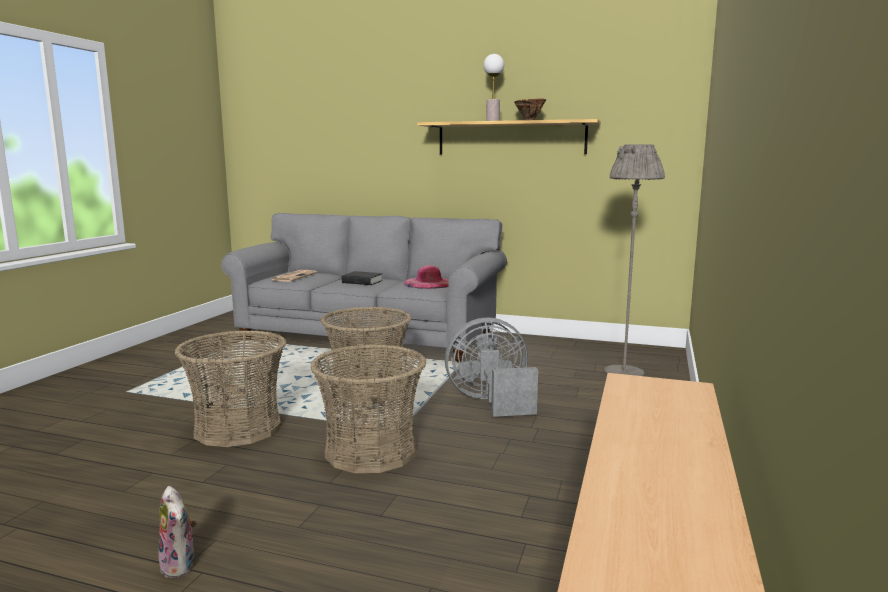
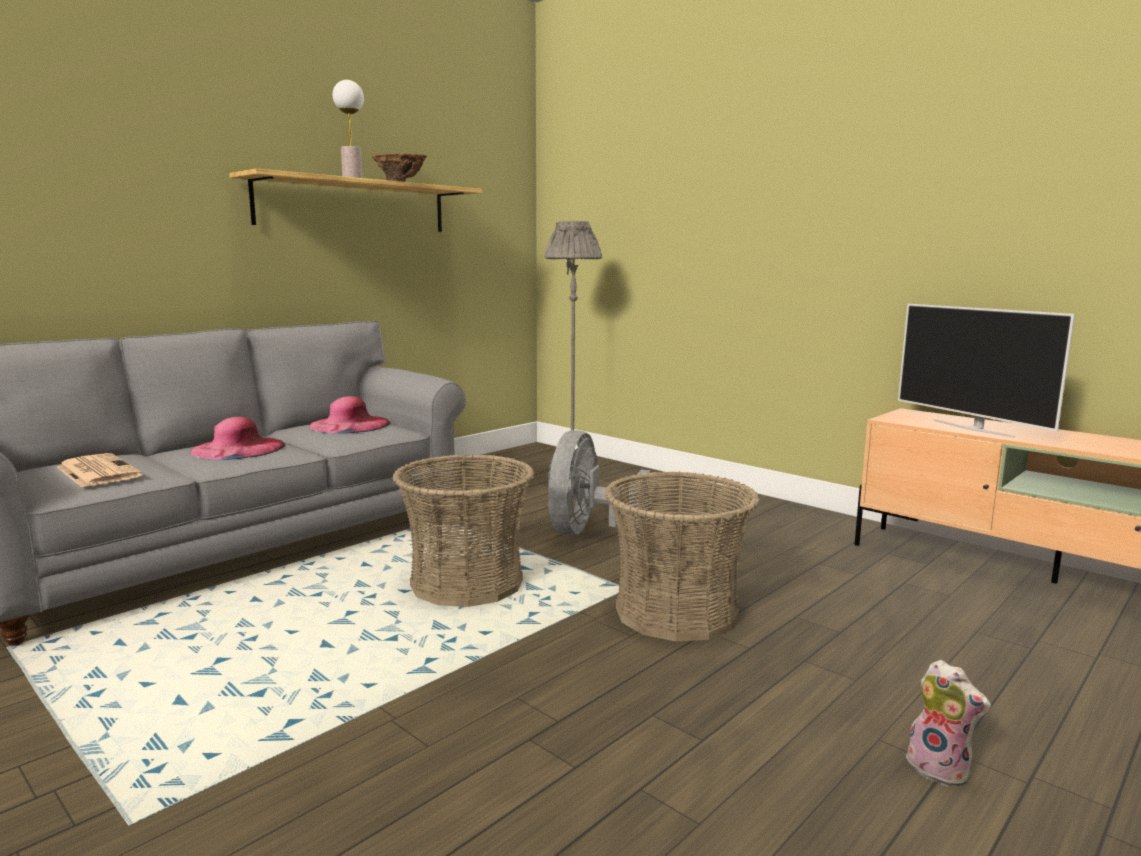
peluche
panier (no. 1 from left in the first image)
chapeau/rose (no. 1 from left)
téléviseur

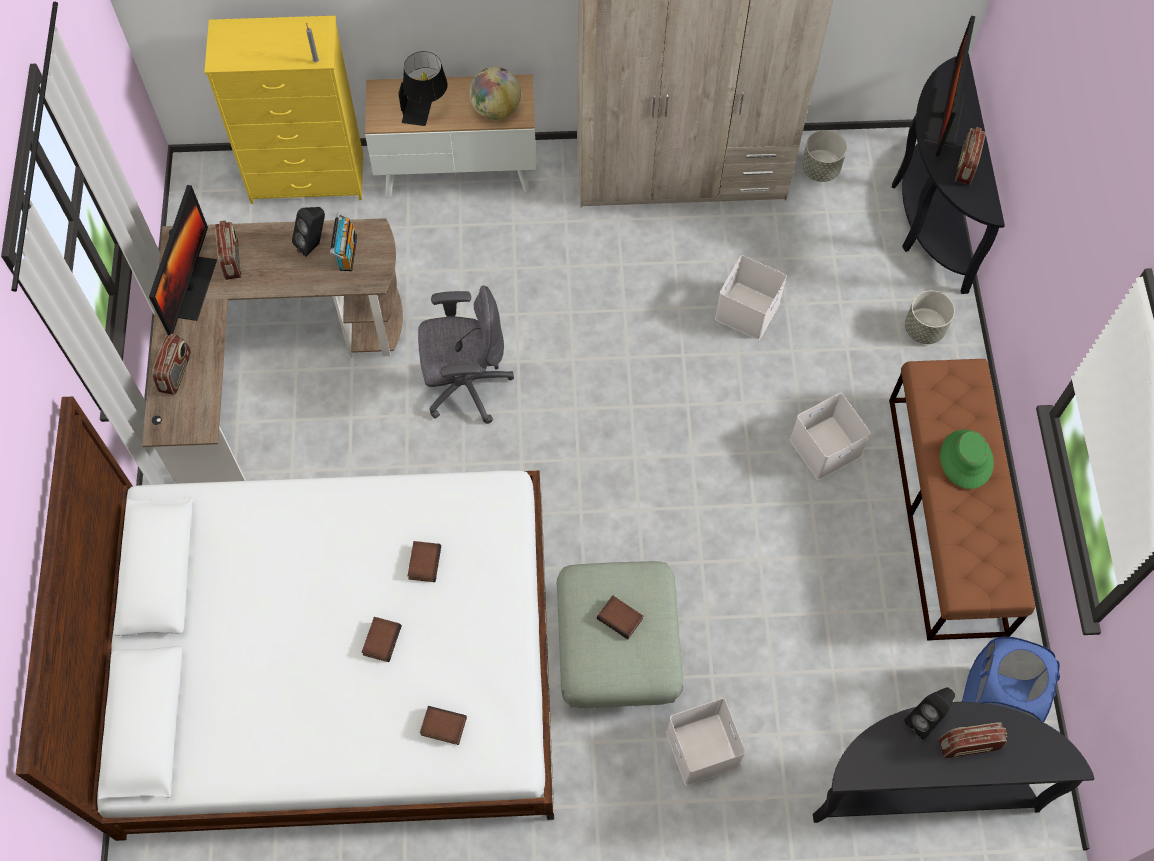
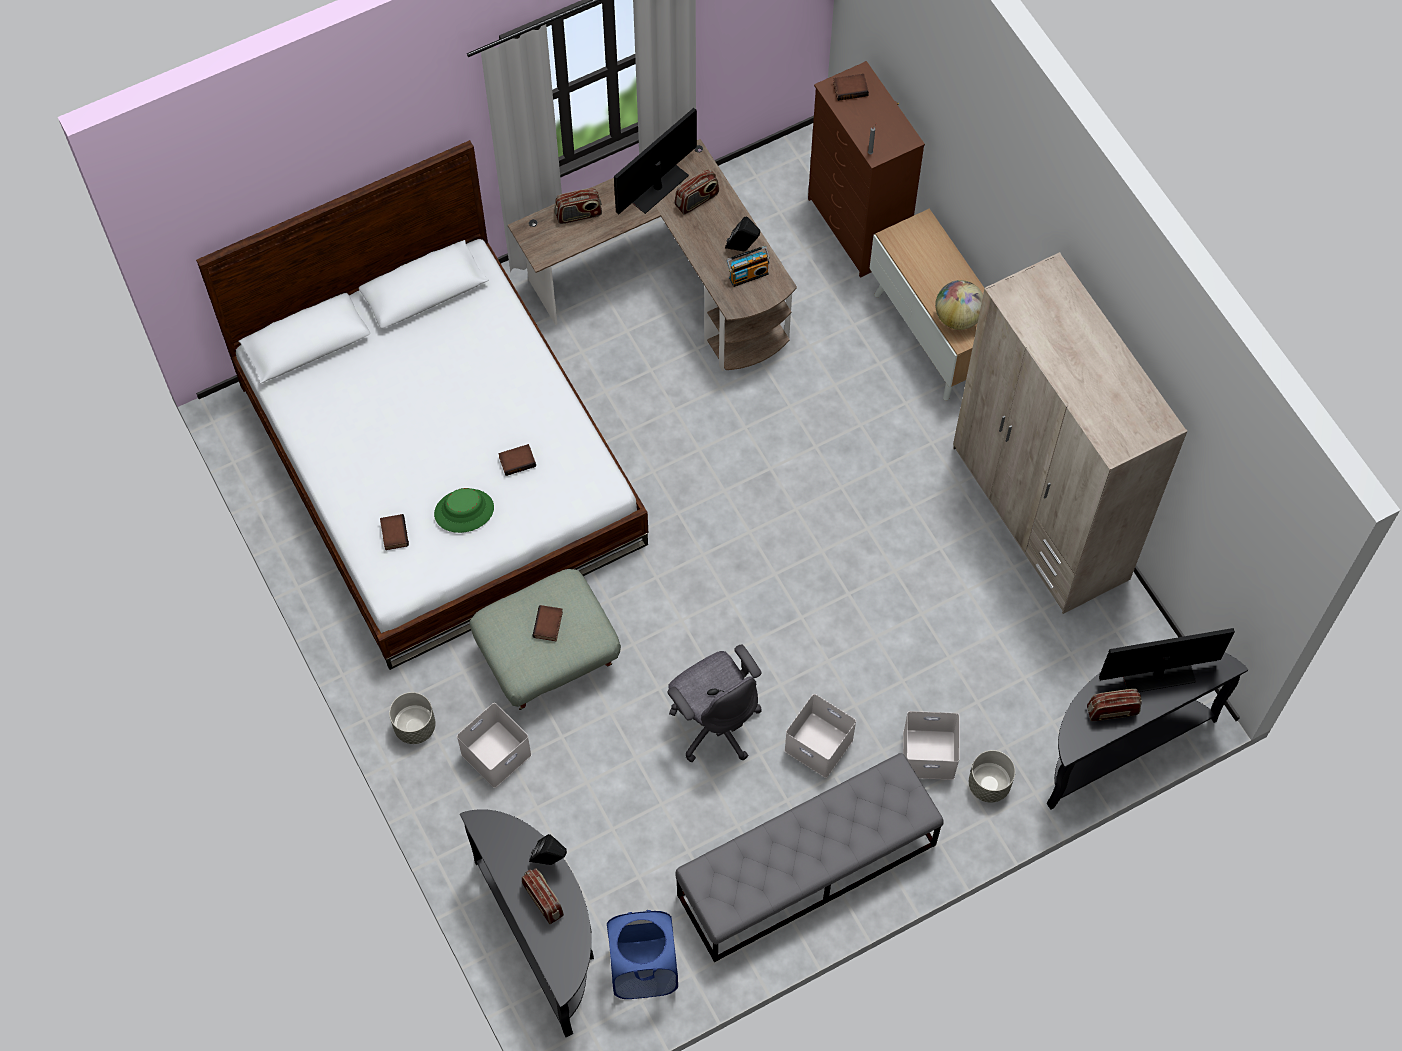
écran d'ordinateur (no. 1 from left)
commode/marron
livre (no. 4 from left)
lampe de table/noir
chaise de bureau/gris
boîte de rangement/blanc (no. 3 from left)
cache-pot/gris (no. 1 from left)
banc/gris
chapeau/vert

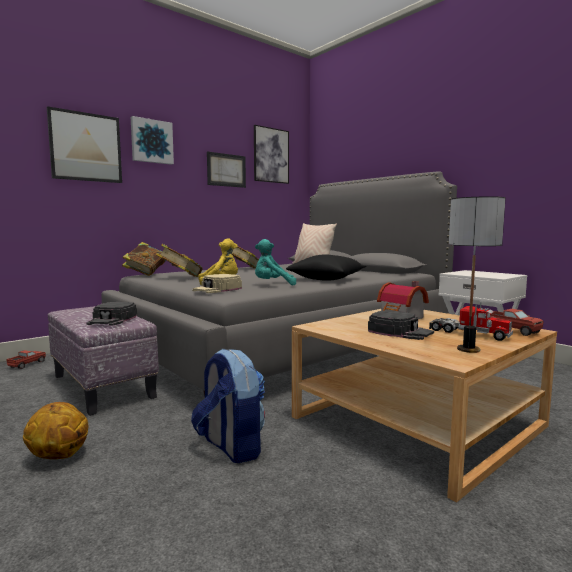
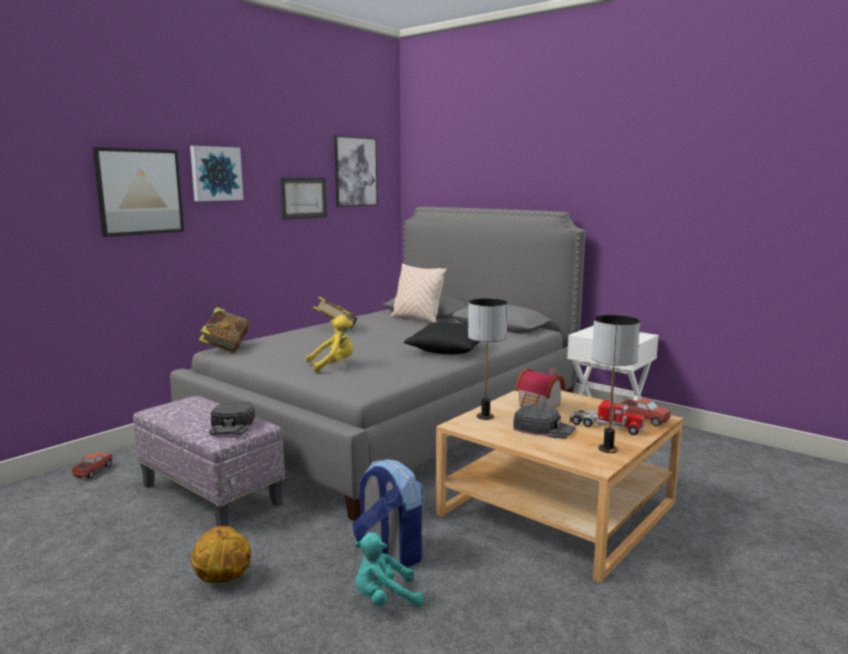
livre (no. 2 from left in the first image)
casquette/beige
peluche/turquoise
lampe de table (no. 1 from left)

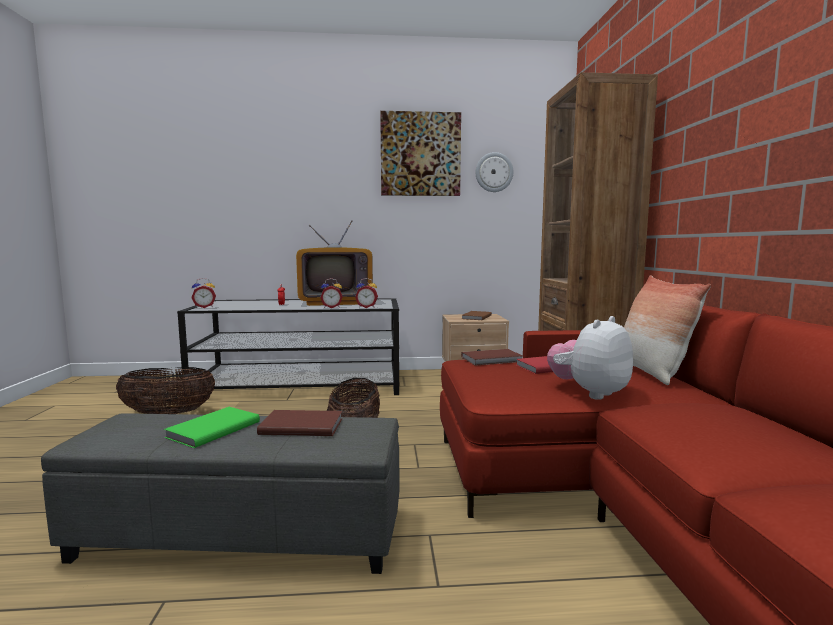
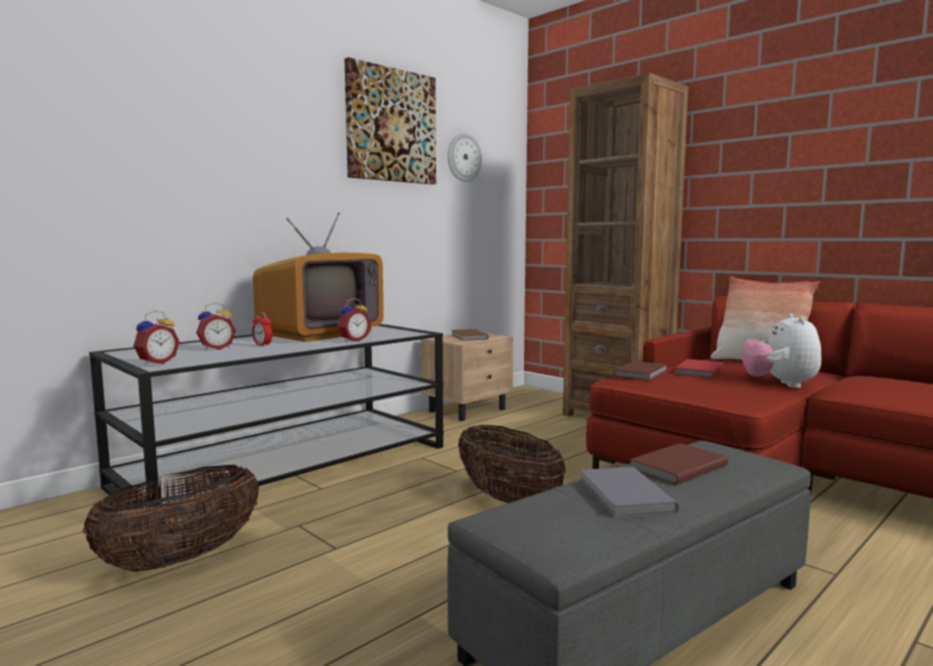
livre/gris
réveil (no. 2 from left)

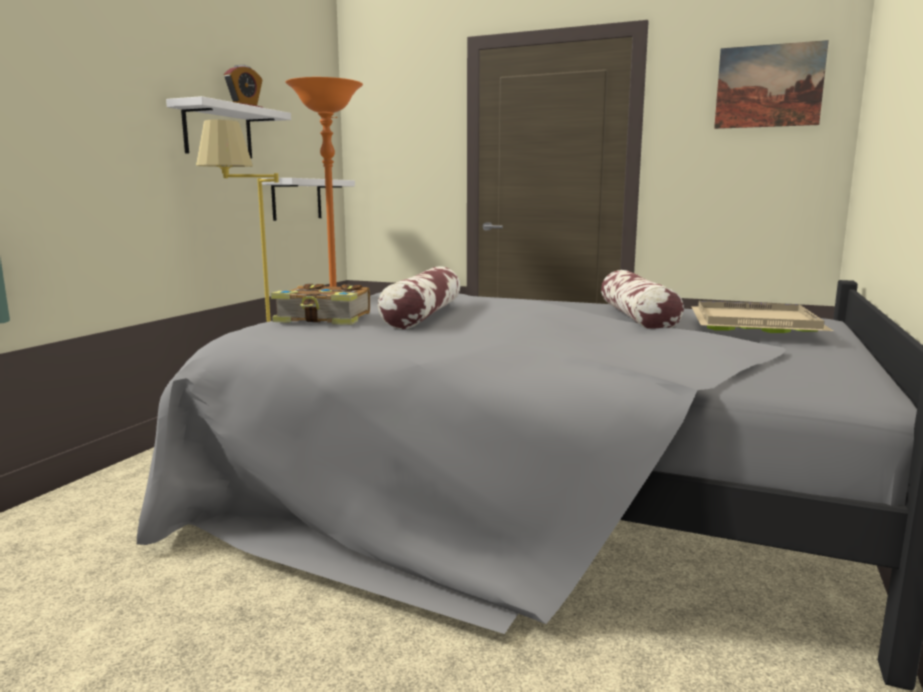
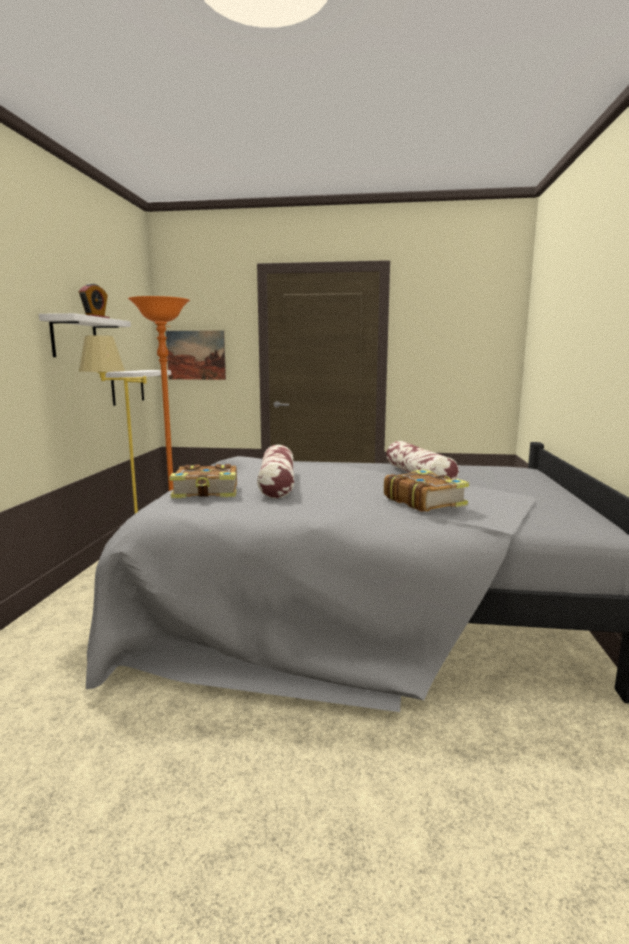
plateau/beige
tableau
livre (no. 2 from left)

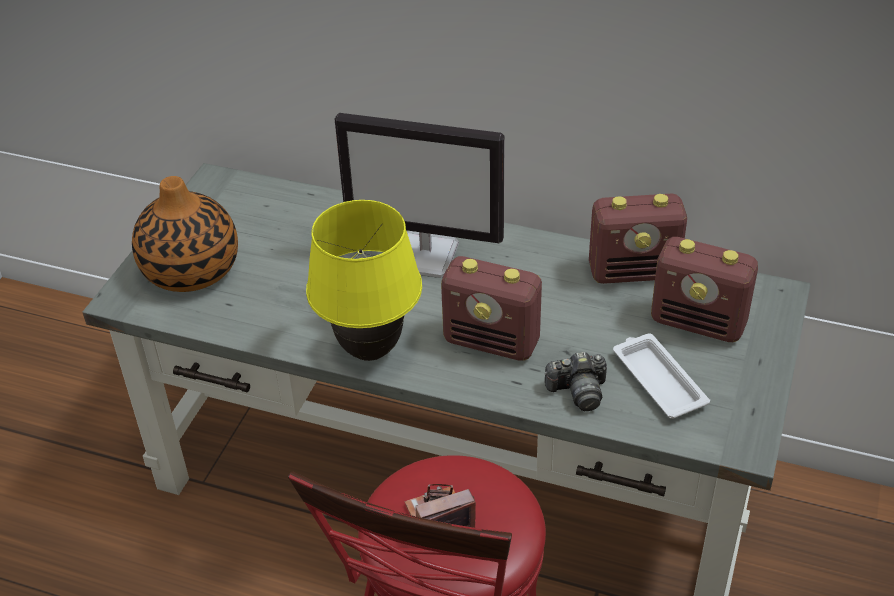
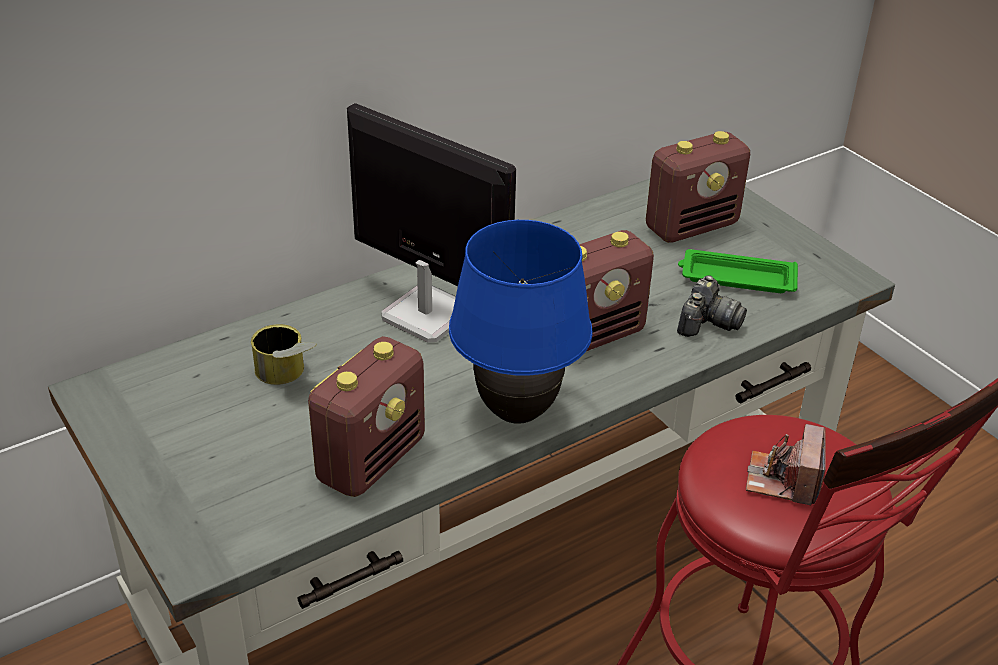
vase
lampe de table/bleu
écran d'ordinateur
radio (no. 1 from left)
plateau/vert
boîte métallique

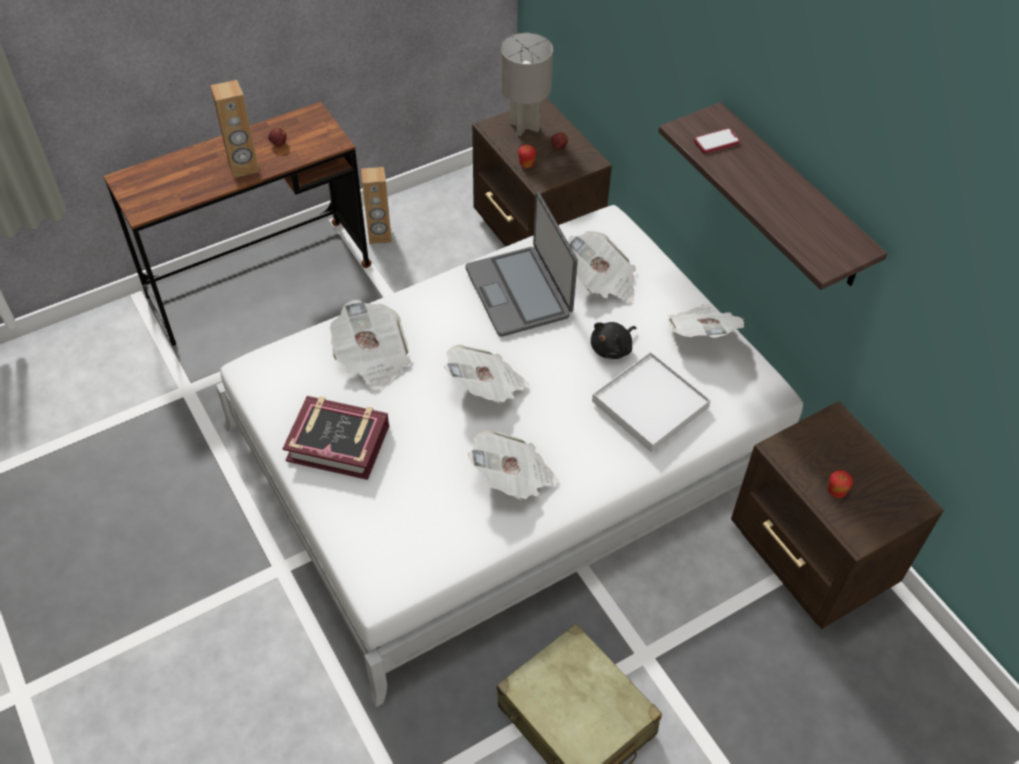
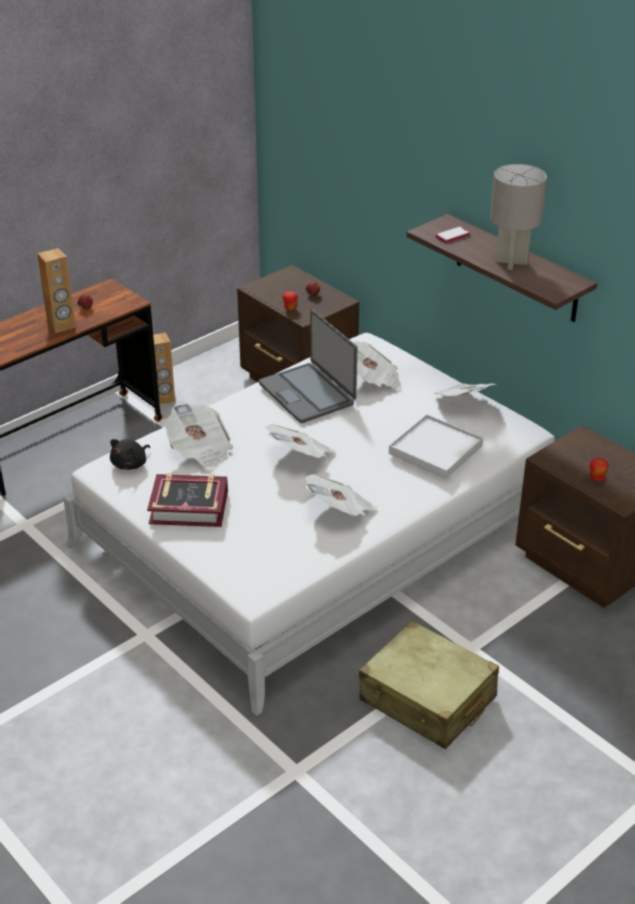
lampe de table/gris
peluche/noir

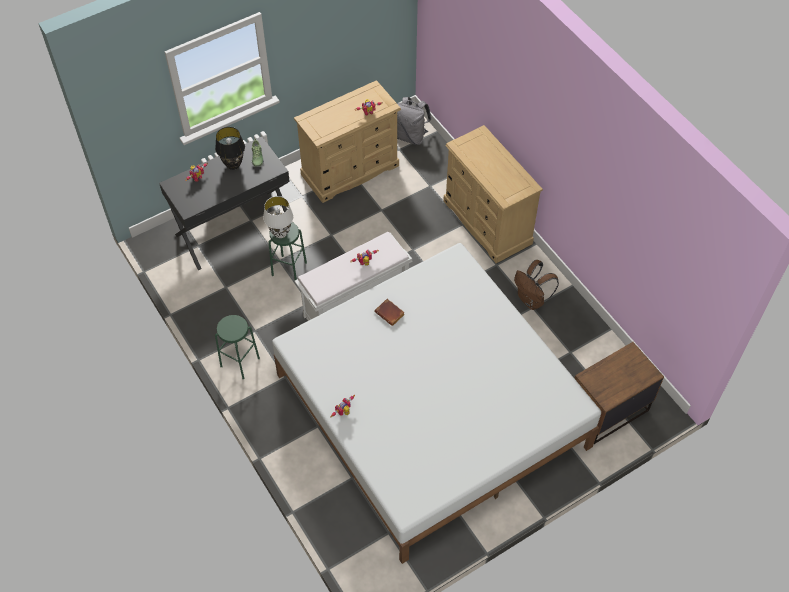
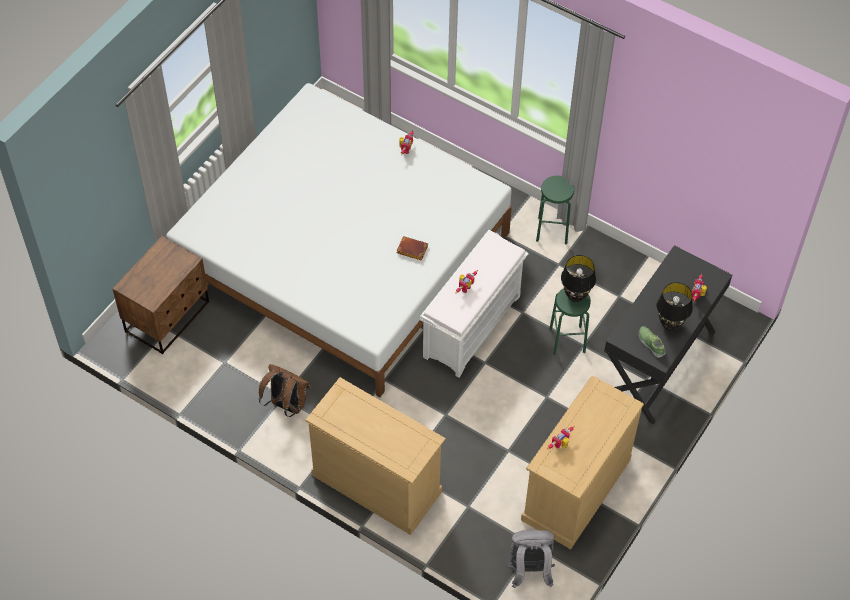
lampe de table/noir (no. 1 from left)

